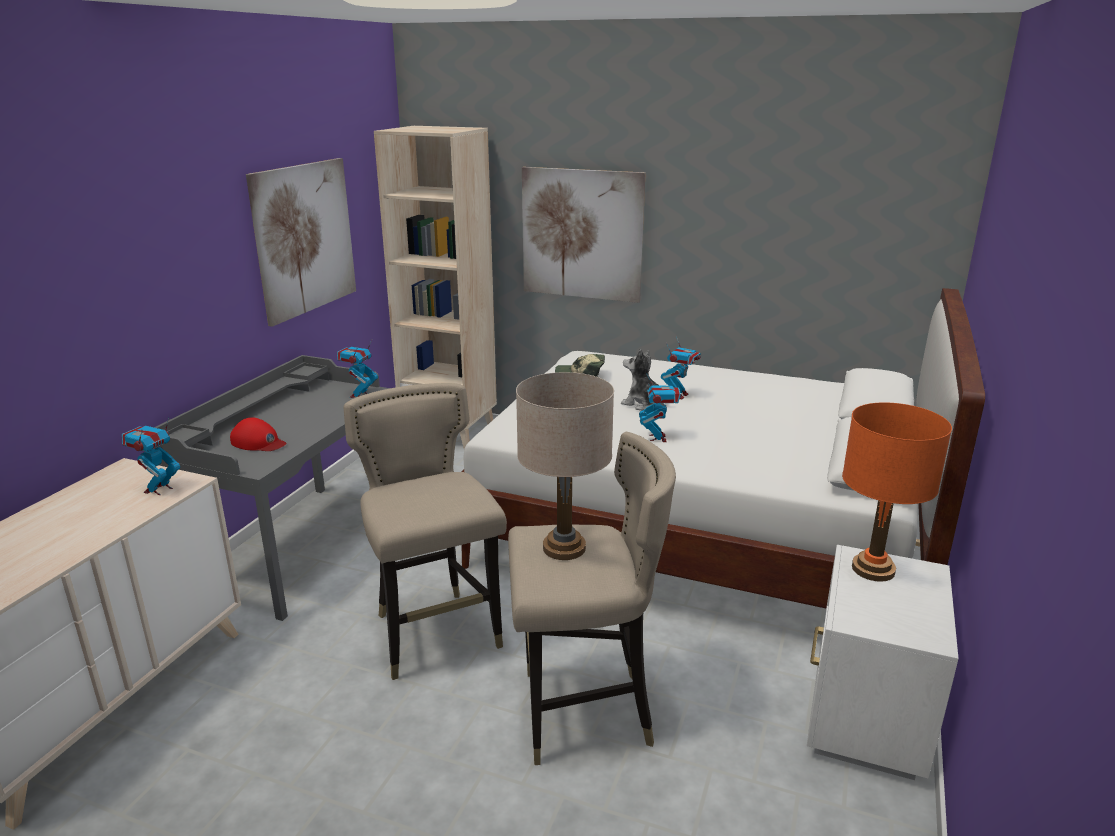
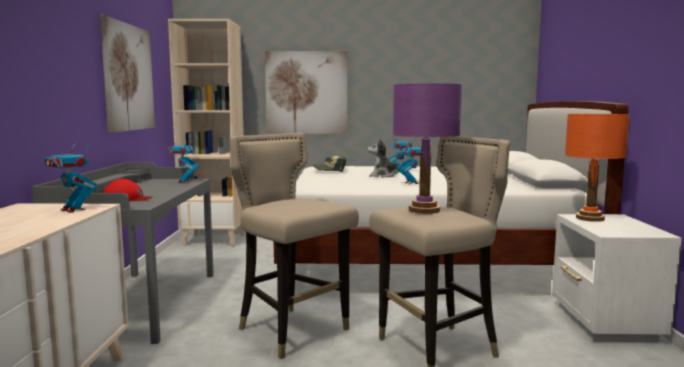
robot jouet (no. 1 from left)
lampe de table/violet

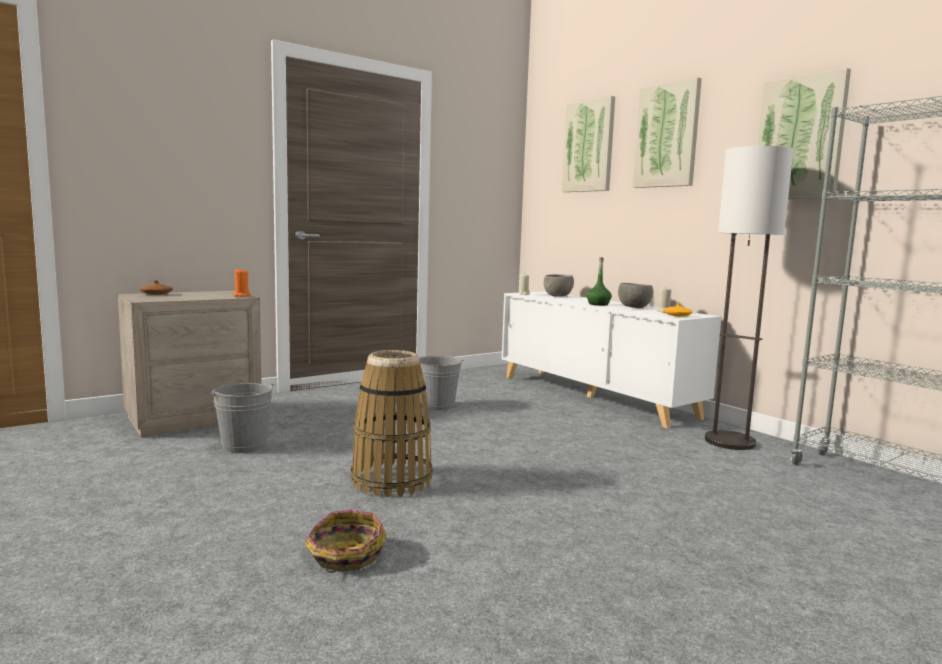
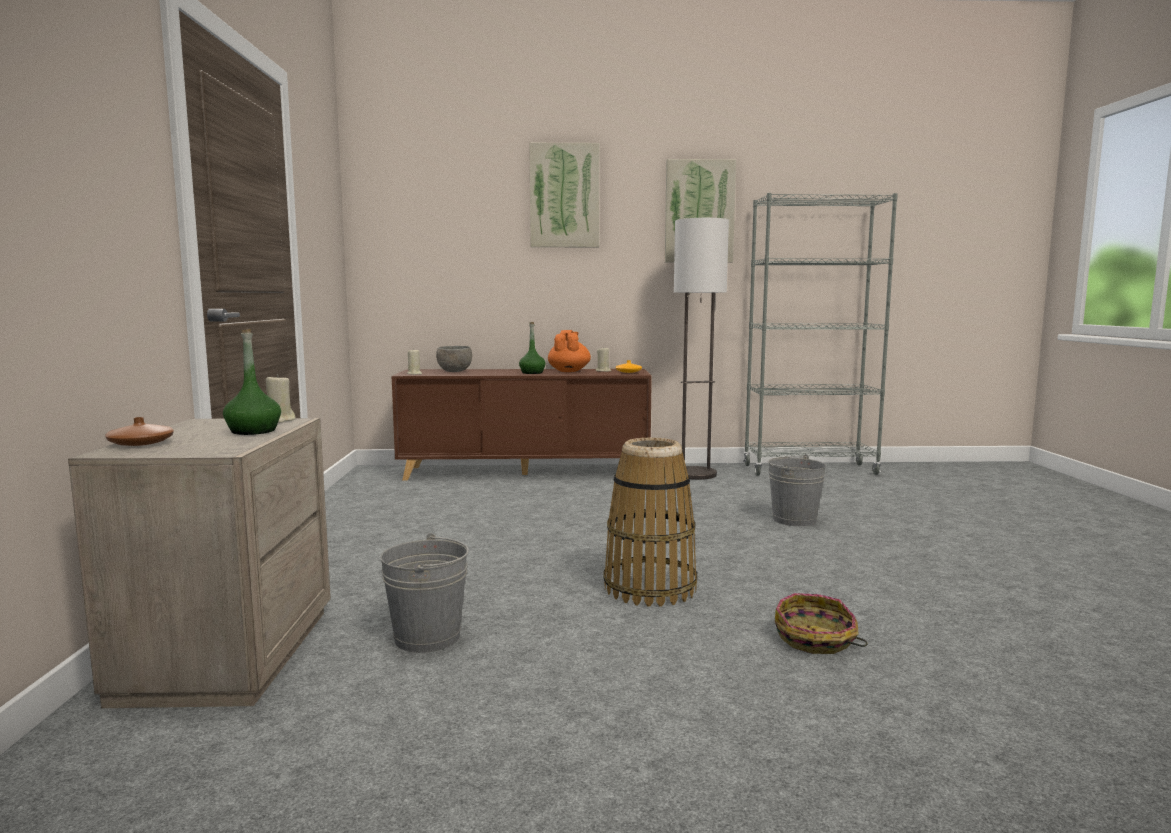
bougie/beige (no. 1 from left)
seau/gris (no. 2 from left)
meuble de rangement/marron
tableau (no. 1 from left in the first image)
théière/orange
bouteille/vert (no. 1 from left)

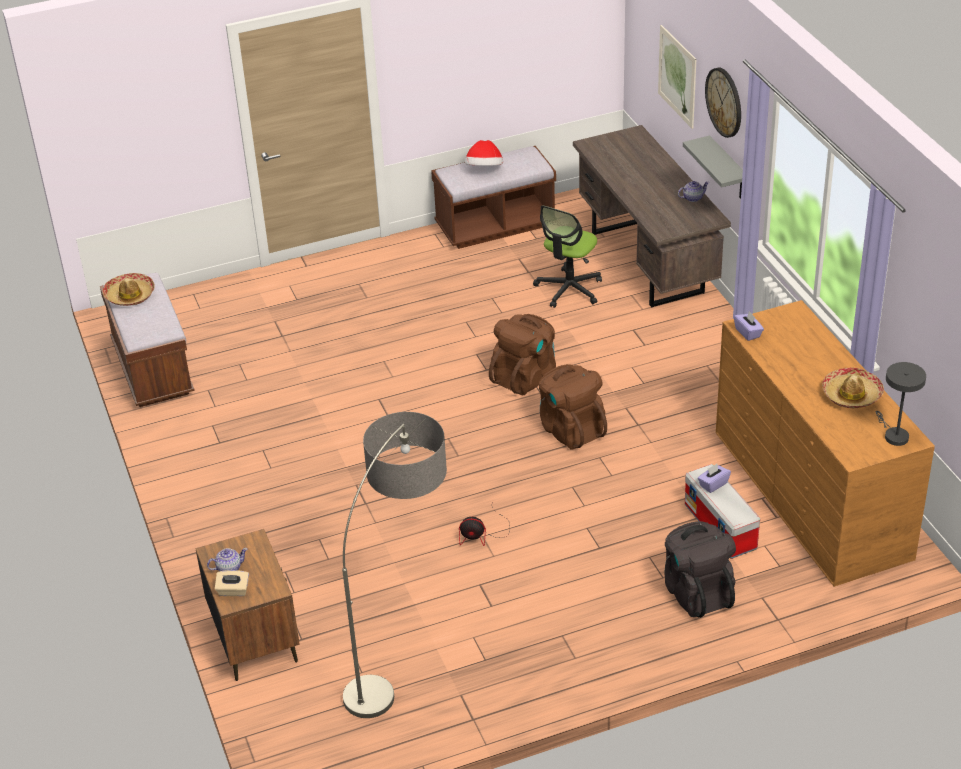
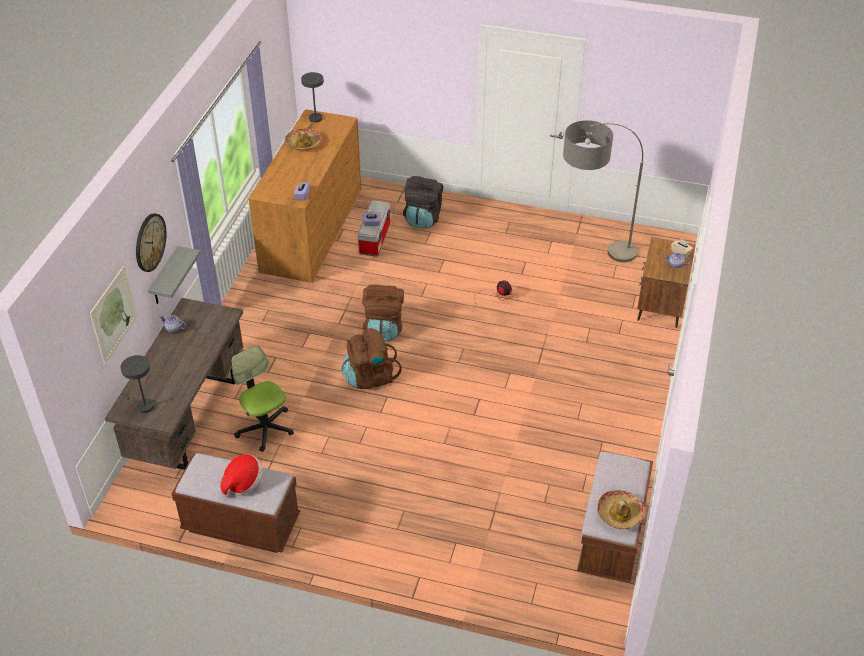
chaise de bureau
lampe de table/gris (no. 1 from left)

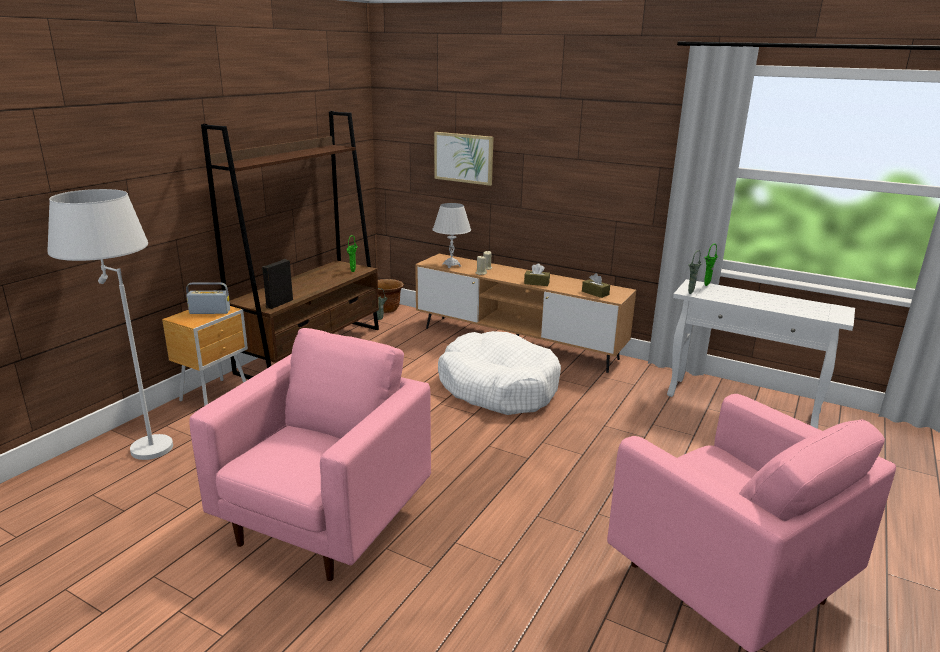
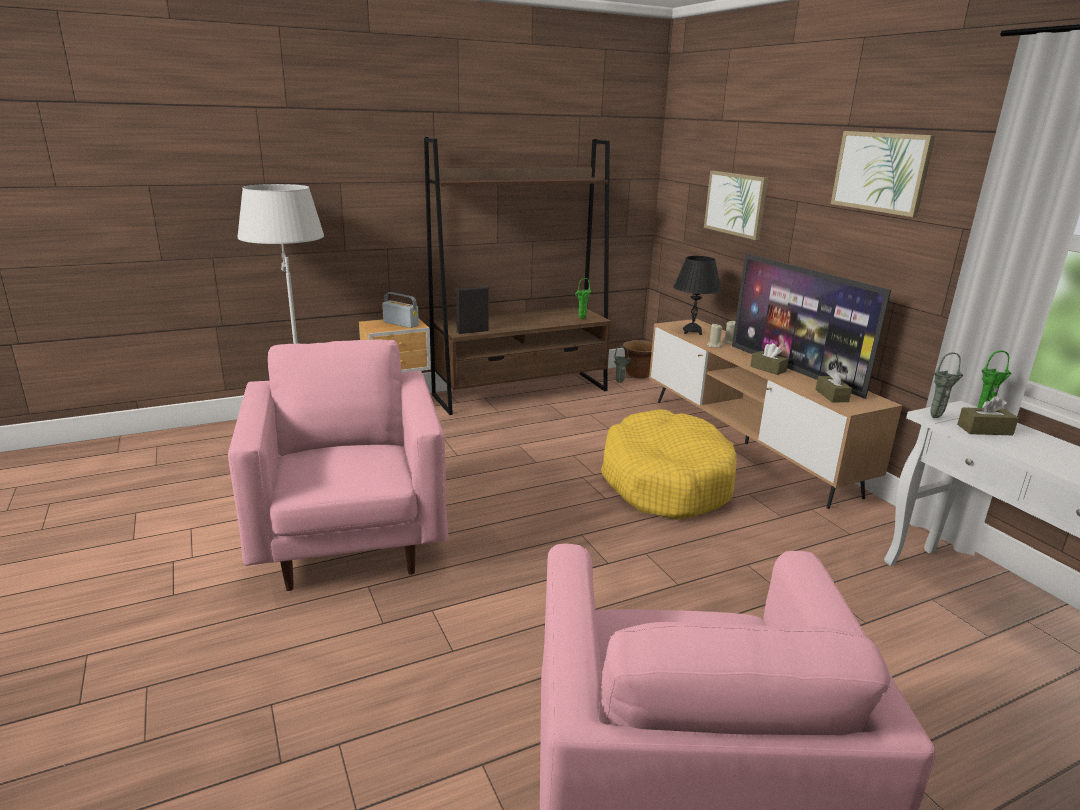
fauteuil/rose (no. 1 from left)
lampe de table/noir
panier pour chien/jaune
téléviseur
tableau (no. 2 from left)
boîte à mouchoirs/marron (no. 3 from left)

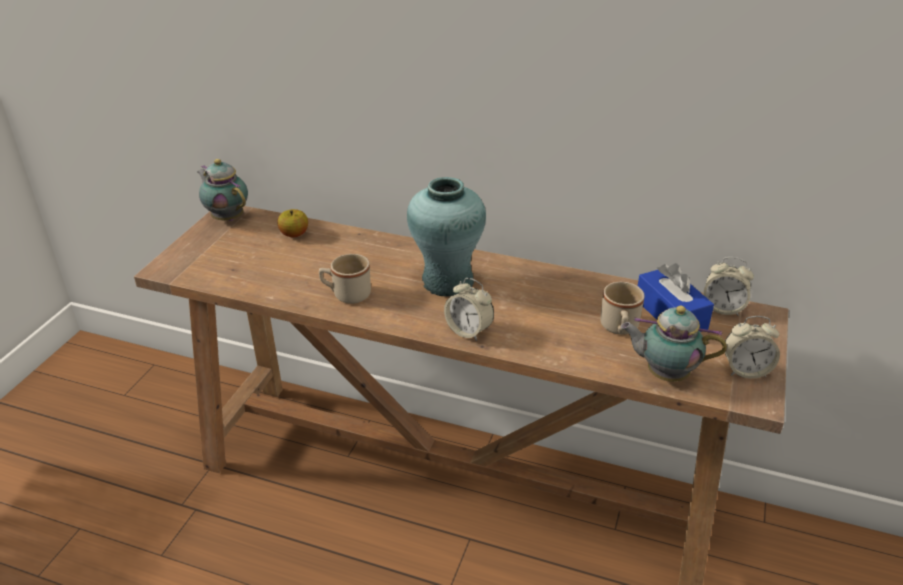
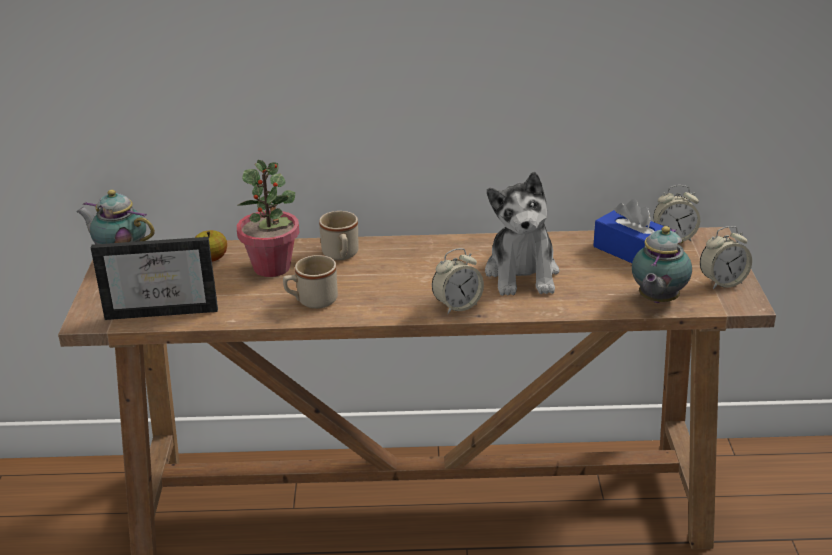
vase/turquoise
réveil (no. 1 from left)
mug/beige (no. 2 from left)
théière (no. 2 from left)
cadre photo
plante en pot
peluche

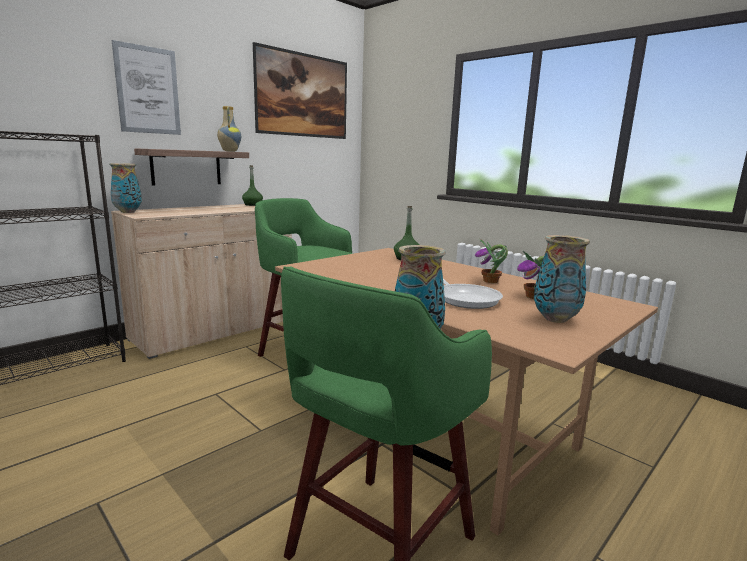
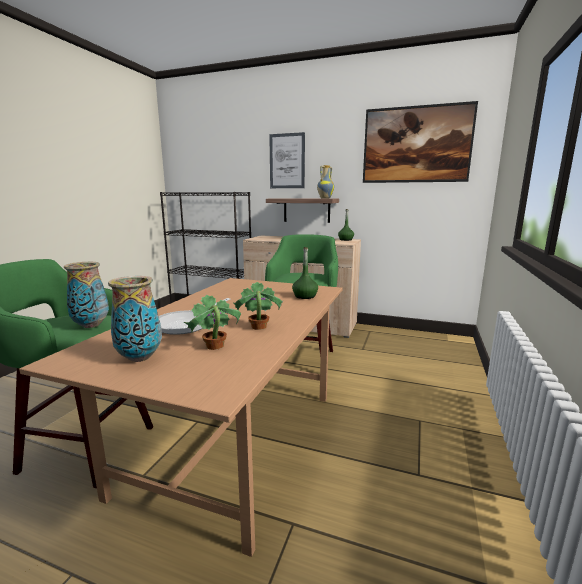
vase (no. 1 from left in the first image)

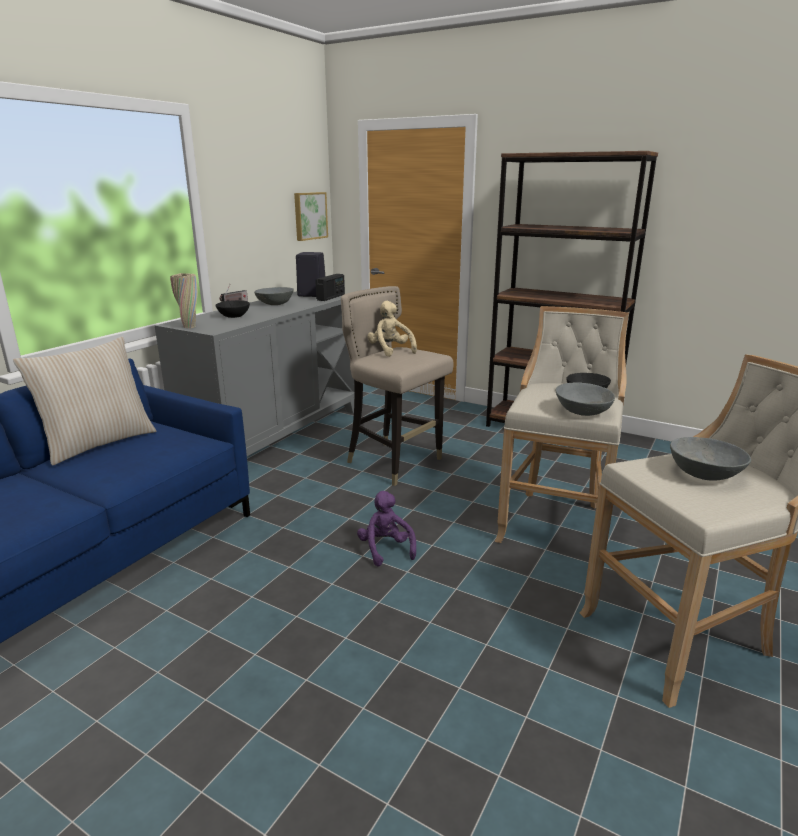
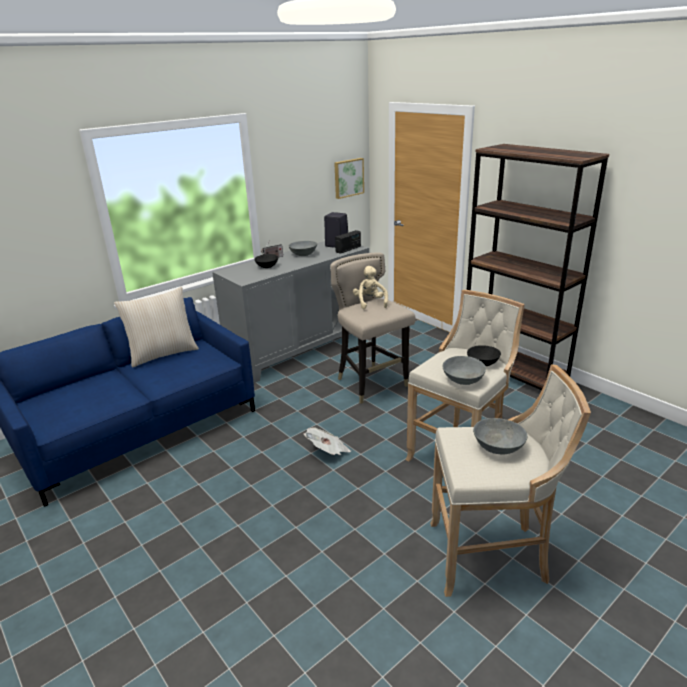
vase/beige
journal

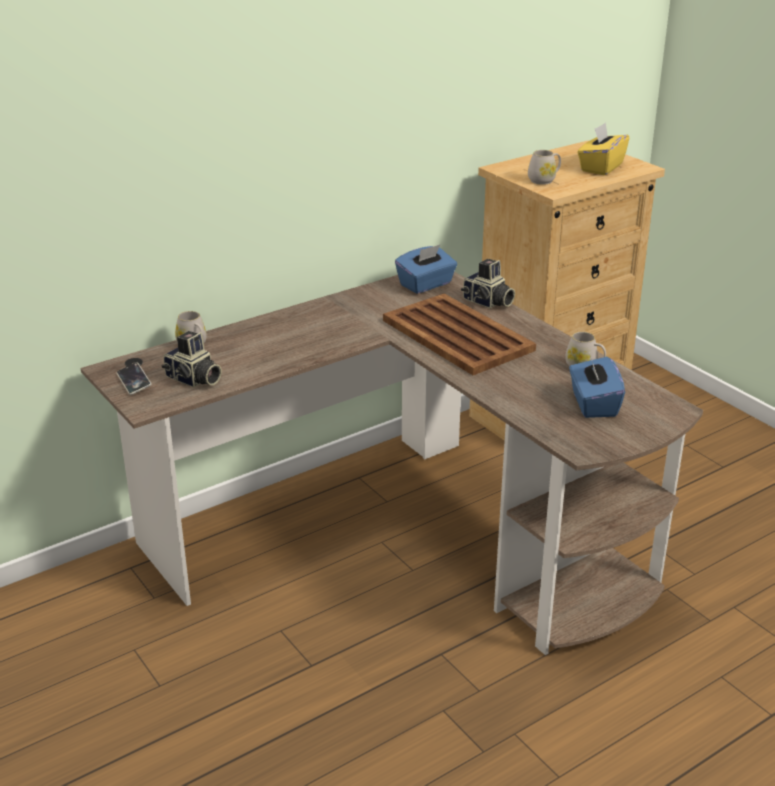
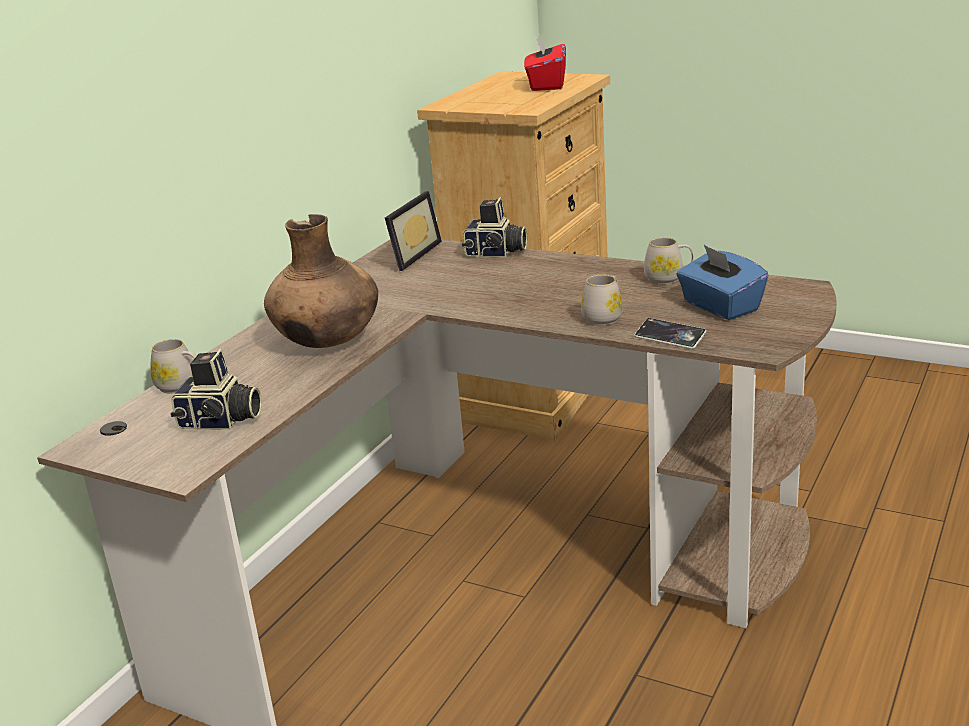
téléphone
plateau/marron
cadre photo
mug/blanc (no. 2 from left)
boîte à mouchoirs/rouge
vase/marron

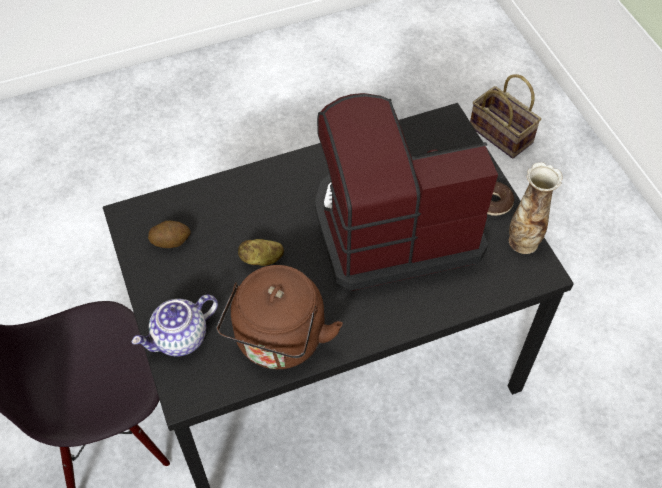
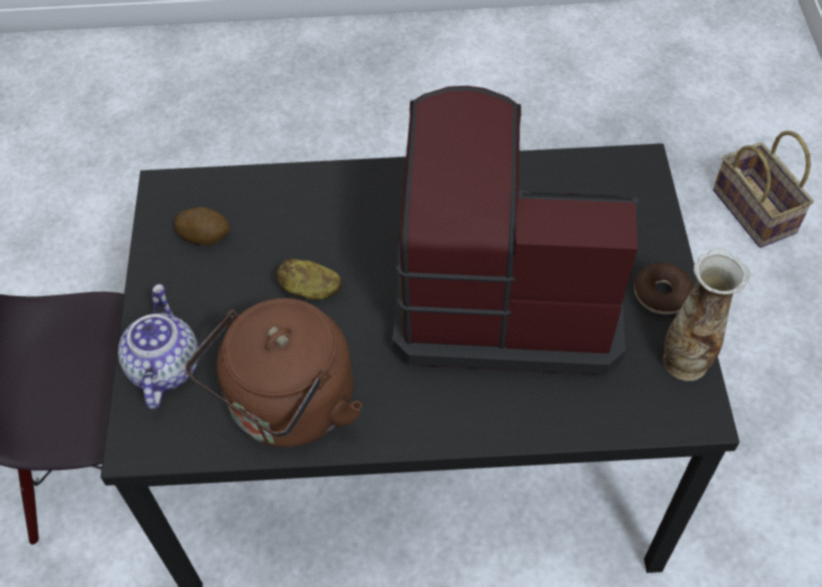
théière

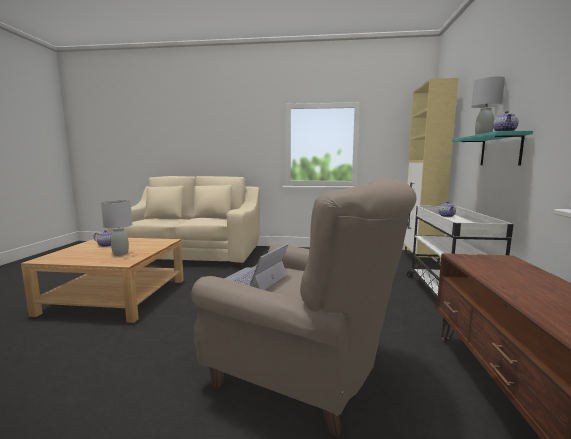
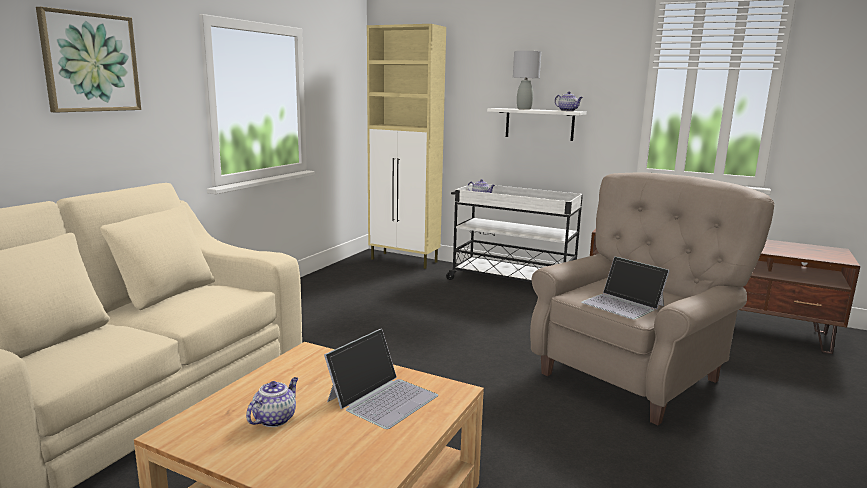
ordinateur portable (no. 1 from left)
étagère/blanc
tableau

